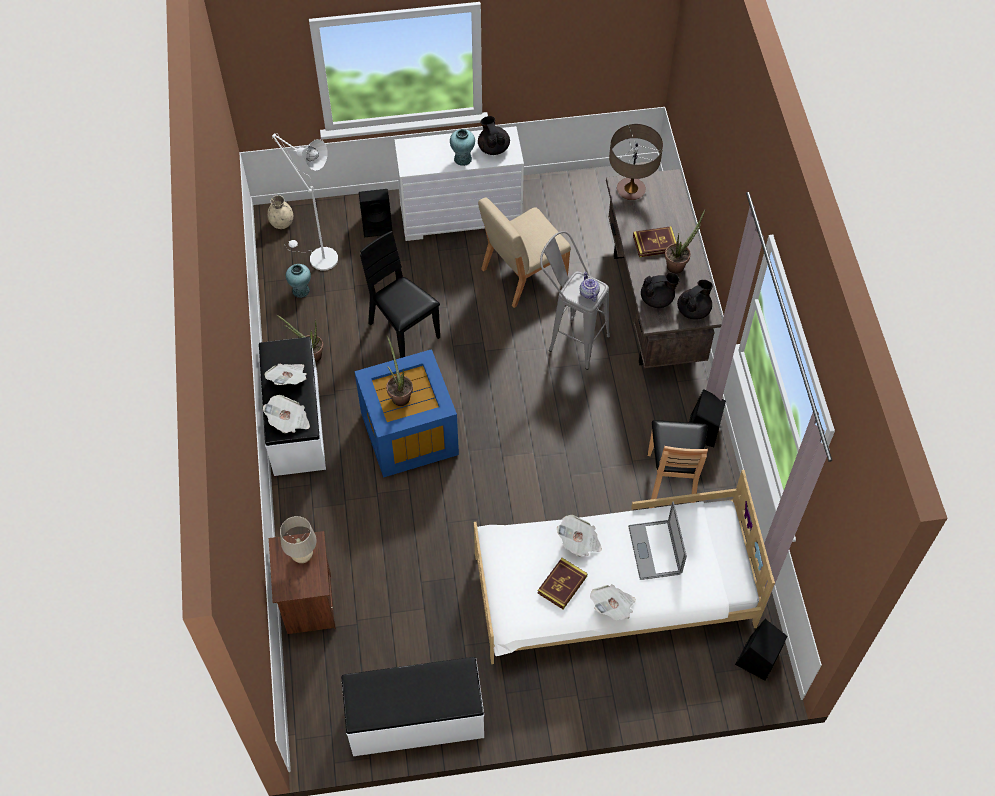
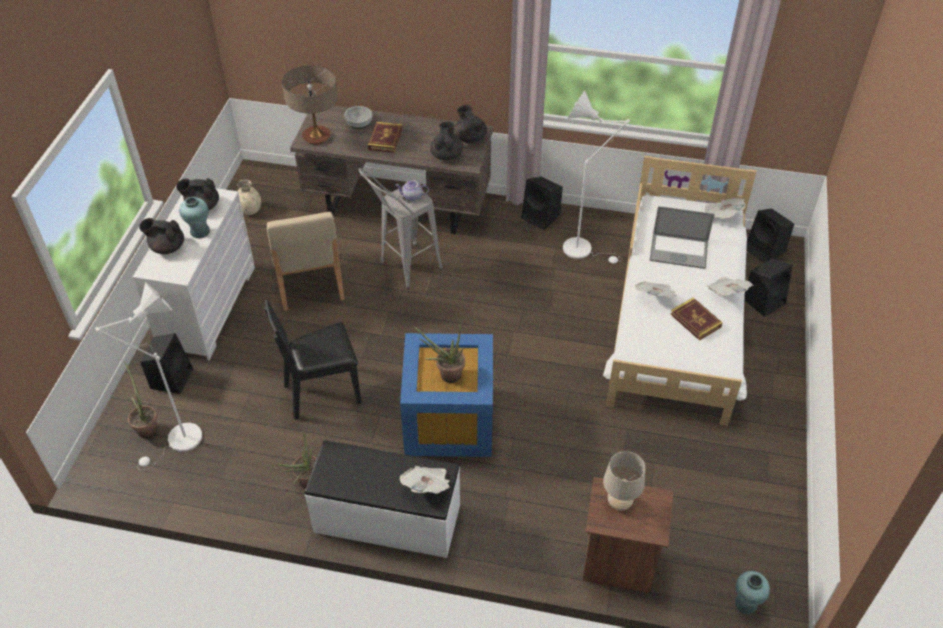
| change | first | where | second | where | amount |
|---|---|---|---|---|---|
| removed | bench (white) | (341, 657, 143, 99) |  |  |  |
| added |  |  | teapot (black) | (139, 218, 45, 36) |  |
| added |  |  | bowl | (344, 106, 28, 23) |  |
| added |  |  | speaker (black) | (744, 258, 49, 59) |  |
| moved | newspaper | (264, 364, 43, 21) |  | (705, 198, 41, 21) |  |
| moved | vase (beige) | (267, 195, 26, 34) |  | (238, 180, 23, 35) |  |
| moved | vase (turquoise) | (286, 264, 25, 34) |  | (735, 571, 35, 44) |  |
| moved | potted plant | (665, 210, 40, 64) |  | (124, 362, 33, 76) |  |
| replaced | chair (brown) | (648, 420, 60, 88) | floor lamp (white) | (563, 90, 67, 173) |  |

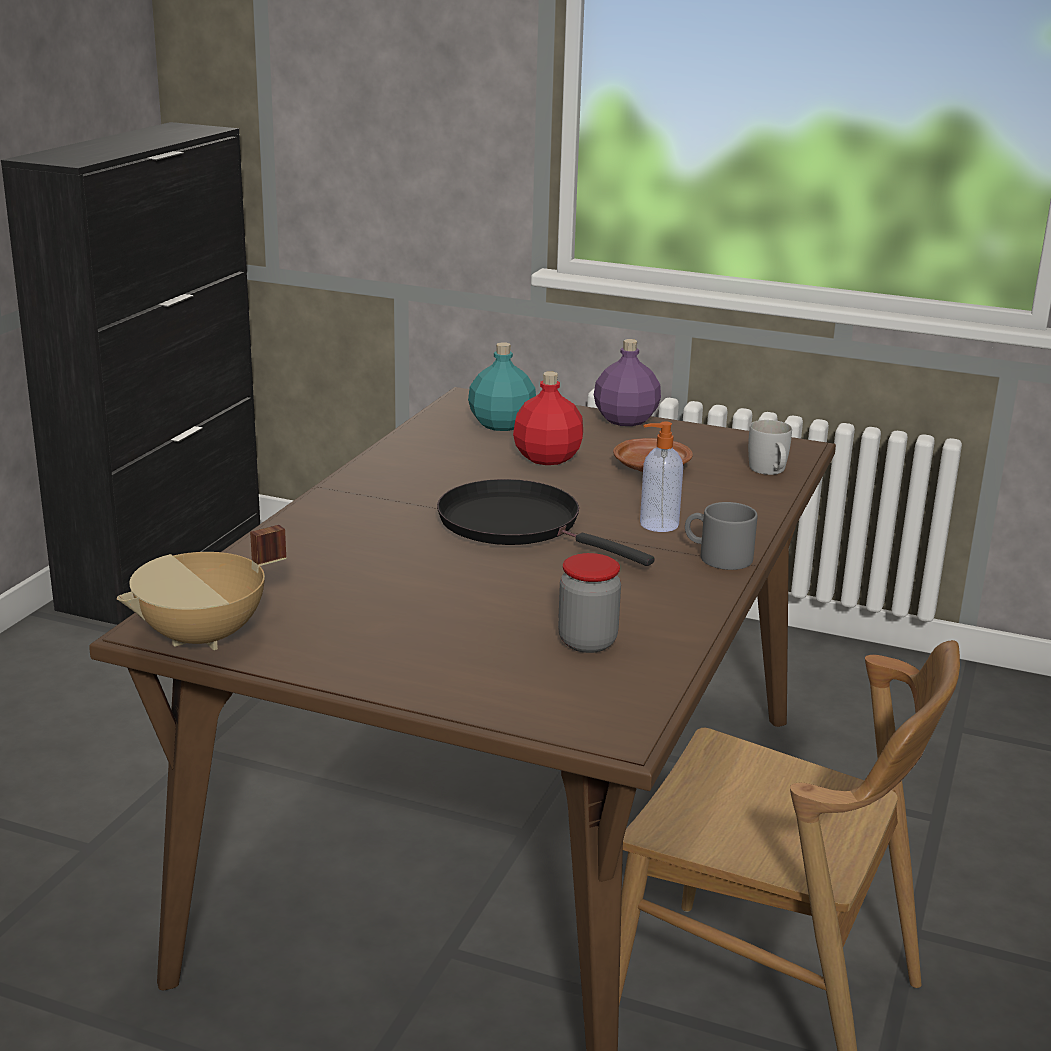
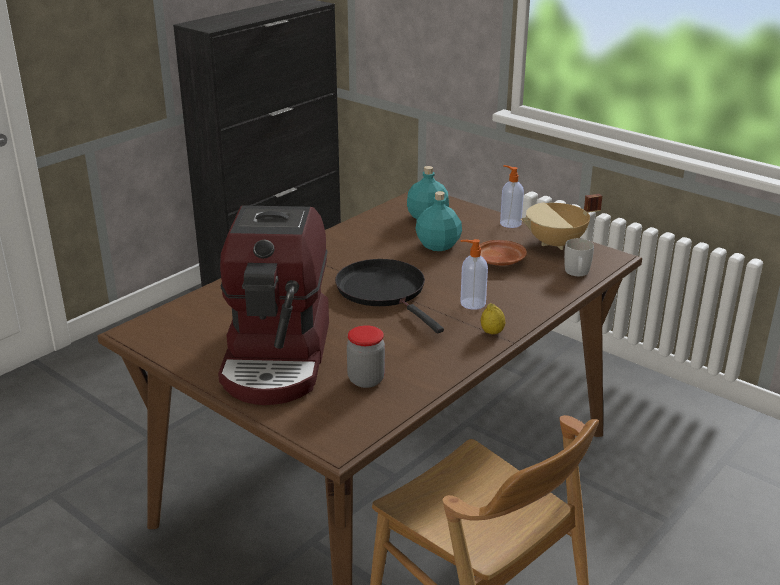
| change | first | where | second | where | amount |
|---|---|---|---|---|---|
| added |  |  | coffee machine | (218, 205, 111, 200) |  |
| moved | cooking pot (beige) | (117, 525, 169, 125) |  | (521, 194, 81, 56) |  |
| replaced | bottle (purple) | (594, 339, 67, 87) | soap dispenser | (500, 165, 24, 63) |  |
| replaced | mug (grey) | (685, 502, 72, 68) | lemon | (481, 303, 24, 32) |  |
| recoloured | bottle (red) | (513, 371, 70, 94) | bottle (turquoise) | (416, 191, 46, 60) |  |

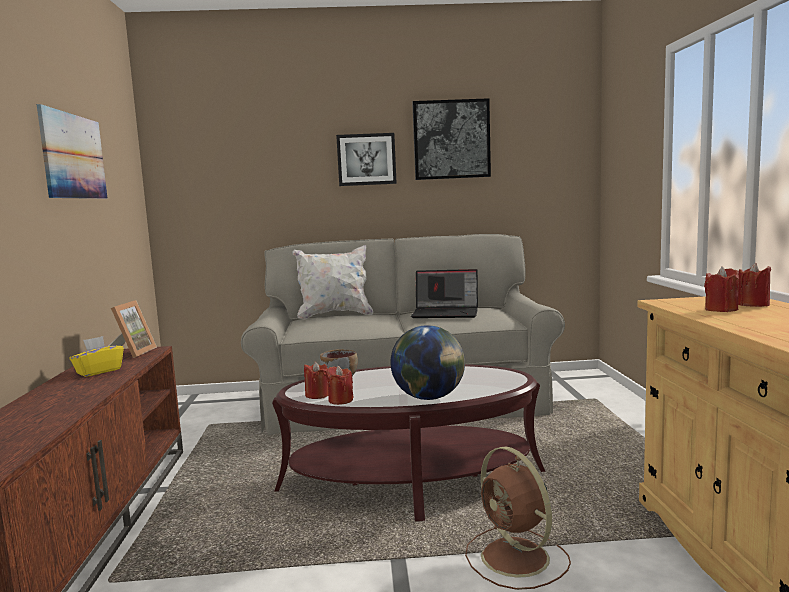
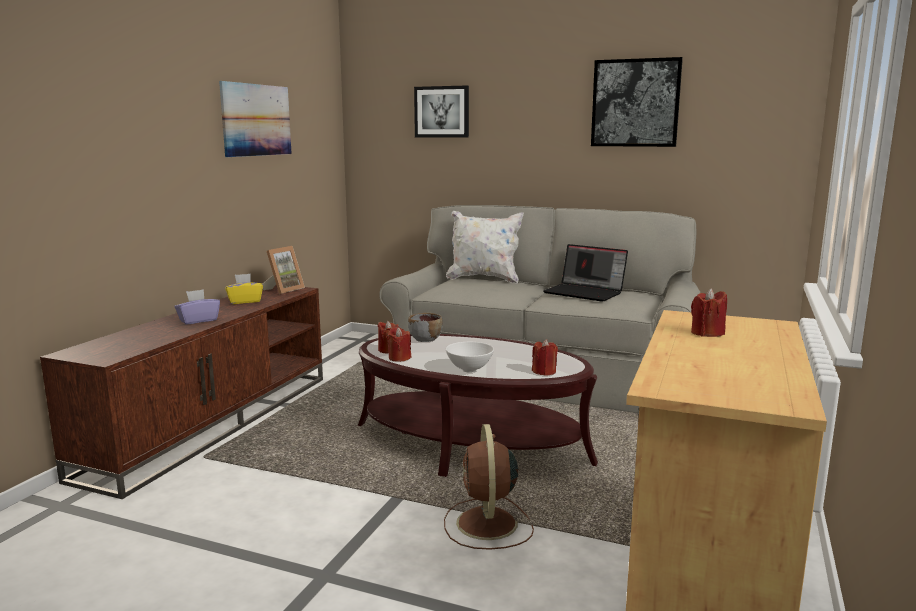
| change | first | where | second | where | amount |
|---|---|---|---|---|---|
| added |  |  | tissue box (purple) | (175, 289, 45, 36) |  |
| moved | picture | (336, 133, 61, 53) |  | (414, 86, 55, 52) |  |
| moved | candle (red) | (738, 263, 33, 44) |  | (532, 339, 26, 37) |  |
| replaced | globe | (390, 325, 75, 75) | bowl (white) | (446, 342, 48, 31) |  |

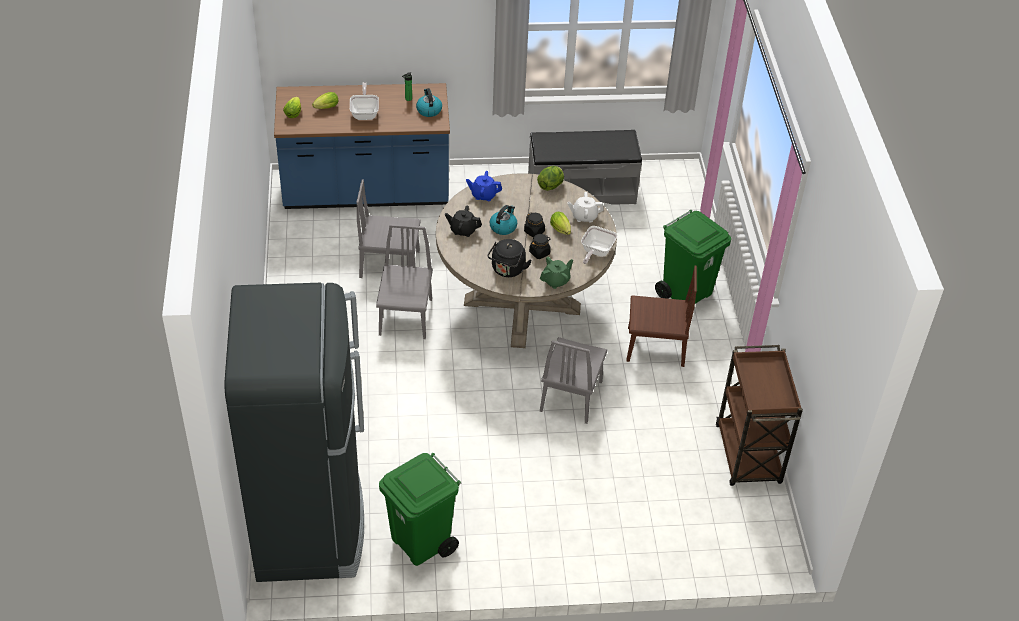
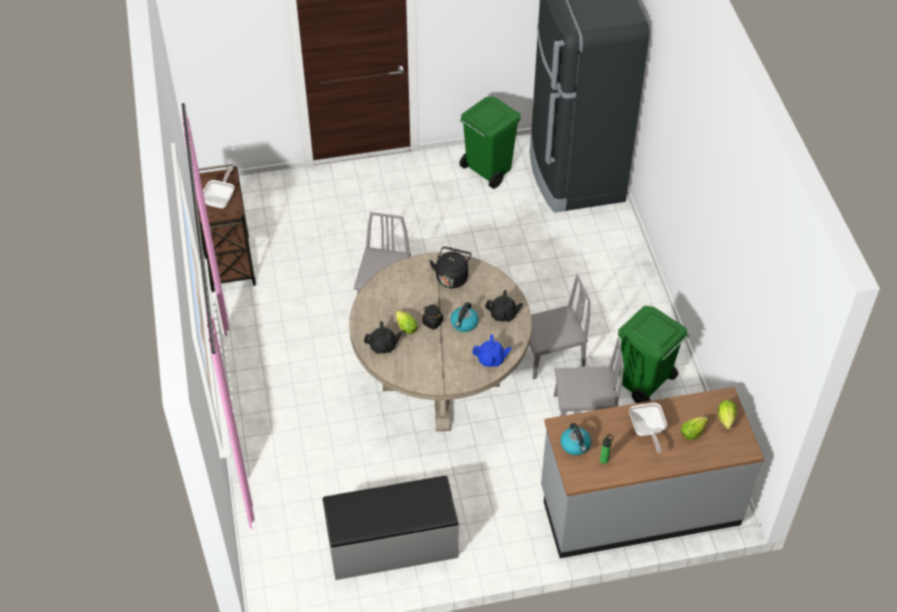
| change | first | where | second | where | amount |
|---|---|---|---|---|---|
| removed | jar (black) | (529, 234, 22, 25) |  |  |  |
| removed | lettuce | (537, 166, 27, 25) |  |  |  |
| removed | teapot (green) | (540, 257, 33, 32) |  |  |  |
| removed | chair (brown) | (626, 266, 71, 101) |  |  |  |
| moved | frying pan | (581, 226, 37, 38) |  | (203, 168, 32, 40) |  |
| moved | trash can (green) | (655, 210, 76, 94) |  | (618, 306, 71, 97) |  |
| recoloured | counter (blue) | (274, 83, 176, 126) | counter (grey) | (541, 387, 223, 171) |  |
| recoloured | teapot (white) | (567, 192, 37, 31) | teapot (black) | (364, 321, 38, 33) |  |
| turned | chair (grey) | (376, 224, 57, 115) |  | (529, 275, 62, 105) | 105 degrees counterclockwise |

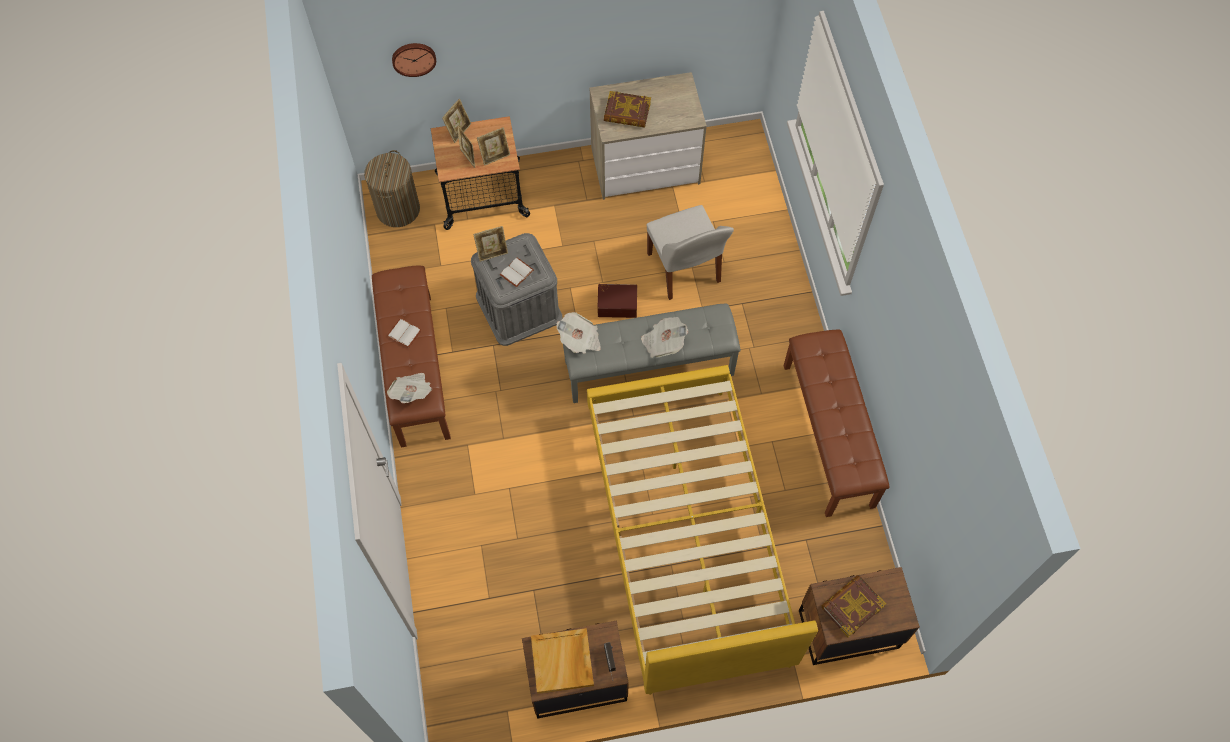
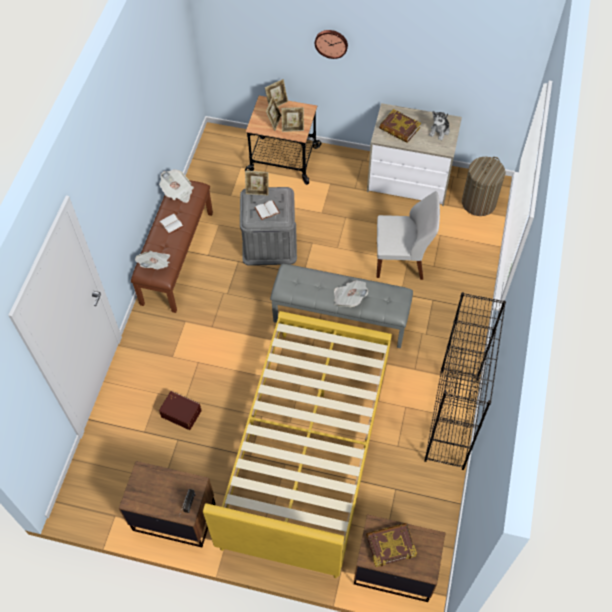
| change | first | where | second | where | amount |
|---|---|---|---|---|---|
| removed | tray (beige) | (531, 628, 63, 66) |  |  |  |
| added |  |  | plush toy | (429, 111, 21, 30) |  |
| moved | laundry basket | (364, 150, 56, 77) |  | (462, 157, 43, 59) |  |
| moved | wall clock | (392, 43, 44, 34) |  | (315, 30, 33, 29) |  |
| moved | newspaper | (556, 312, 45, 42) |  | (159, 170, 35, 33) |  |
| moved | storage box (brown) | (597, 284, 40, 34) |  | (159, 391, 43, 39) |  |
| replaced | bench (brown) | (784, 329, 105, 188) | bookcase (black) | (424, 292, 82, 178) |  |
| turned | chair (white) | (646, 205, 88, 95) |  | (376, 191, 64, 89) | 90 degrees counterclockwise |

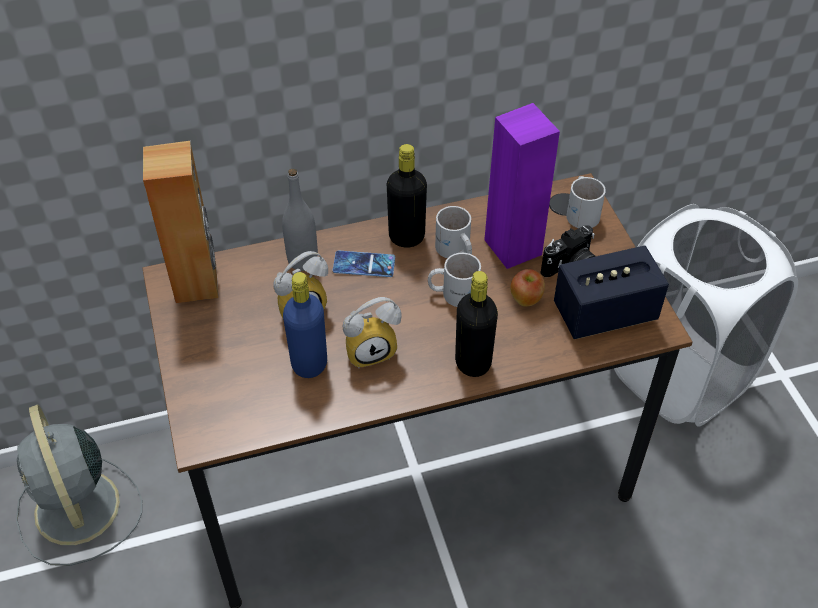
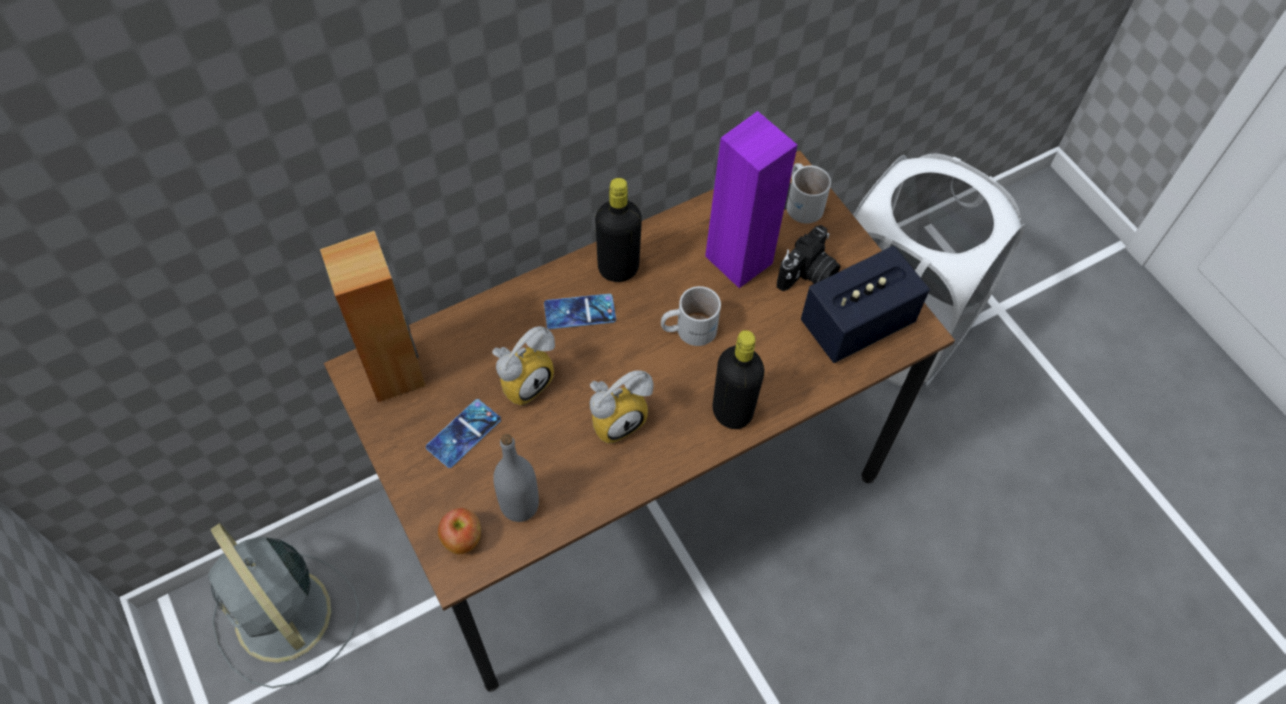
| change | first | where | second | where | amount |
|---|---|---|---|---|---|
| removed | bottle (blue) | (283, 272, 44, 106) |  |  |  |
| removed | mug (white) | (435, 206, 37, 52) |  |  |  |
| added |  |  | phone | (426, 399, 75, 69) |  |
| moved | bottle (grey) | (282, 169, 36, 102) |  | (493, 434, 46, 88) |  |
| moved | apple | (510, 269, 35, 38) |  | (438, 508, 43, 46) |  |

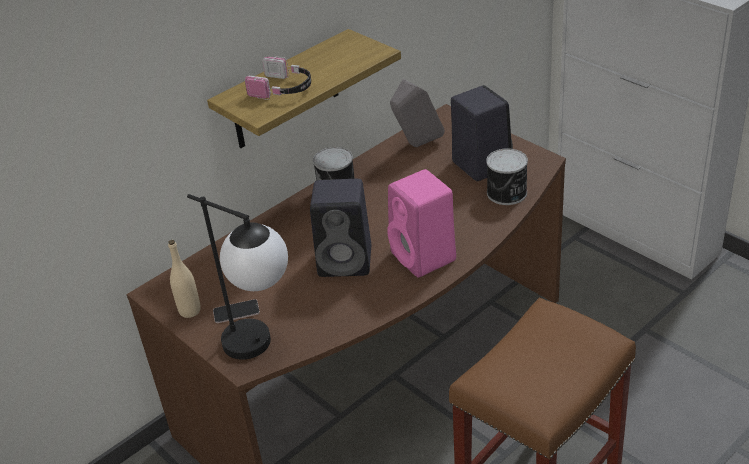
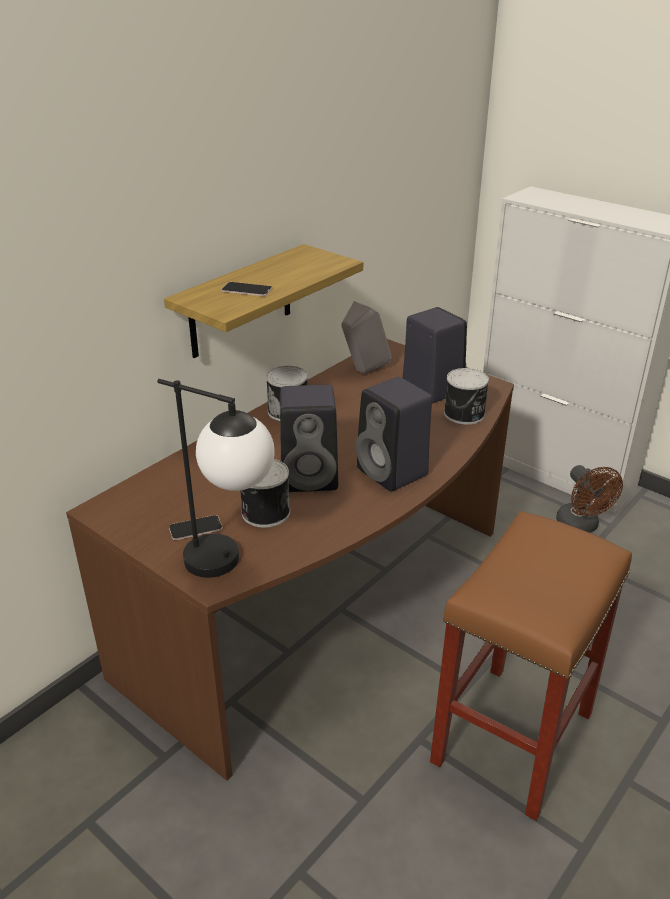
| change | first | where | second | where | amount |
|---|---|---|---|---|---|
| removed | bottle (beige) | (168, 240, 33, 78) |  |  |  |
| added |  |  | can | (240, 459, 50, 68) |  |
| added |  |  | fan (brown) | (556, 465, 67, 68) |  |
| replaced | headphones | (245, 56, 66, 44) | phone | (222, 282, 50, 14) |  |
| recoloured | speaker (pink) | (387, 169, 69, 108) | speaker (black) | (356, 377, 76, 115) |  |

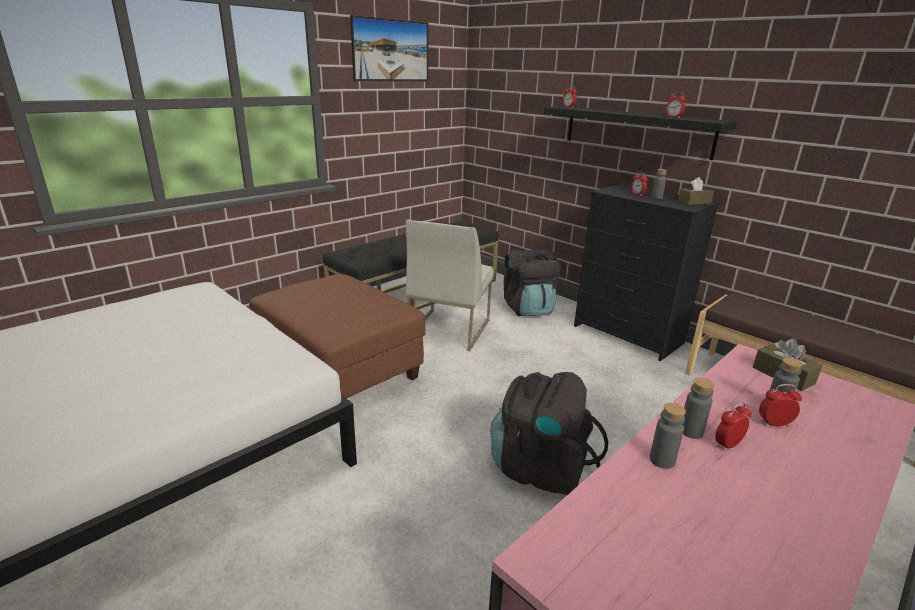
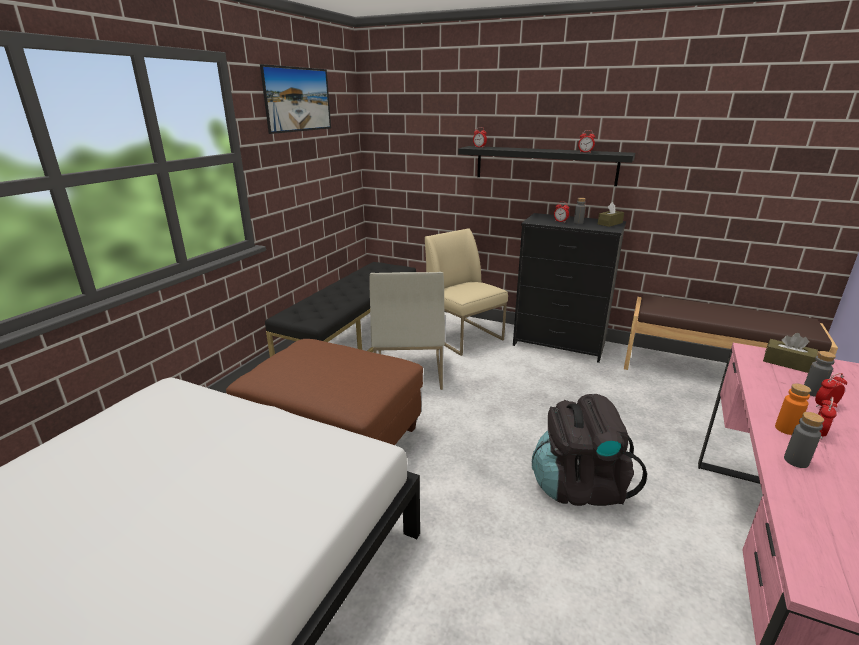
| change | first | where | second | where | amount |
|---|---|---|---|---|---|
| replaced | backpack (black) | (504, 250, 57, 66) | chair (beige) | (425, 228, 83, 128) |  |
| recoloured | bottle (grey) | (683, 378, 31, 61) | bottle (orange) | (775, 383, 36, 52) |  |

